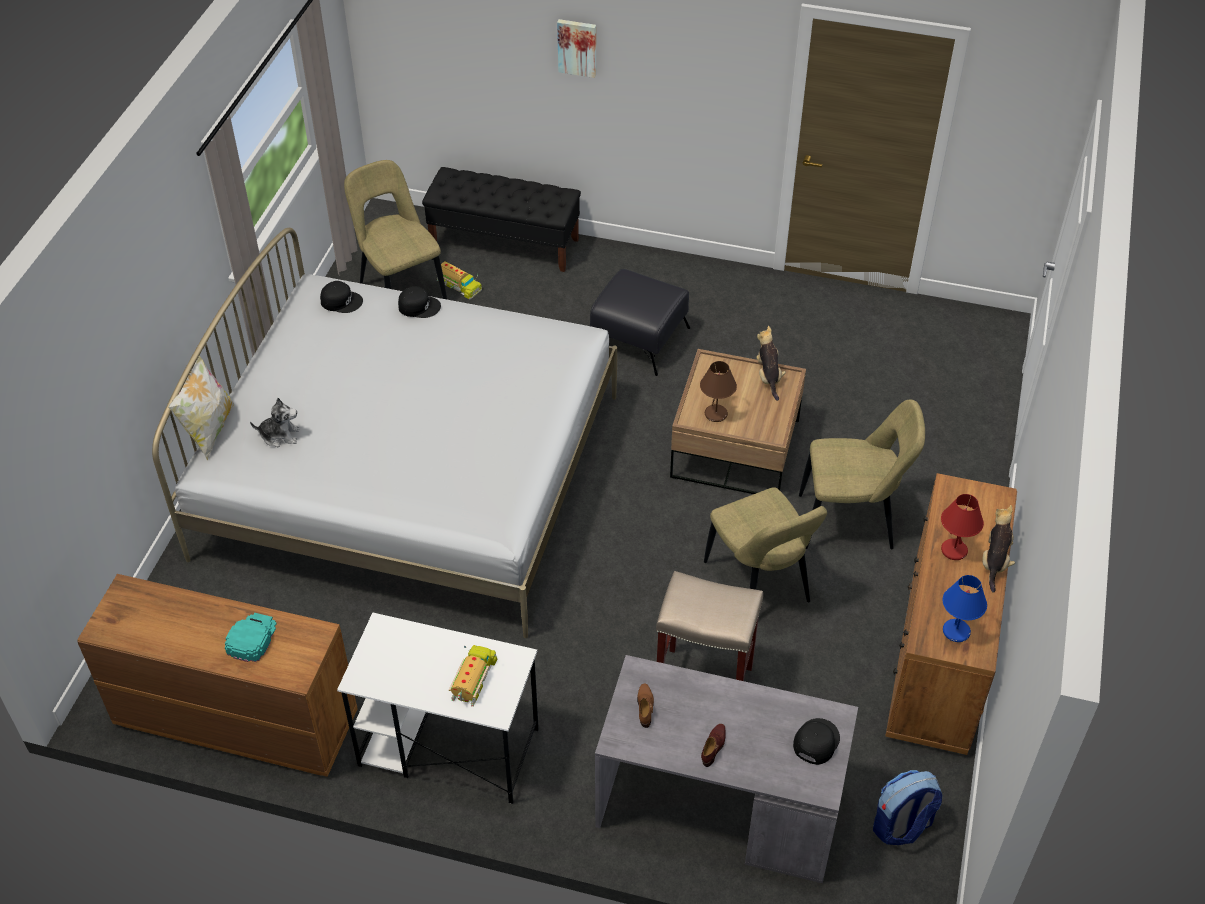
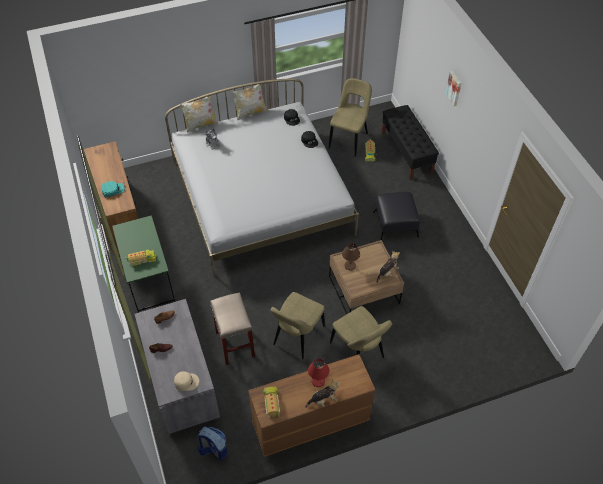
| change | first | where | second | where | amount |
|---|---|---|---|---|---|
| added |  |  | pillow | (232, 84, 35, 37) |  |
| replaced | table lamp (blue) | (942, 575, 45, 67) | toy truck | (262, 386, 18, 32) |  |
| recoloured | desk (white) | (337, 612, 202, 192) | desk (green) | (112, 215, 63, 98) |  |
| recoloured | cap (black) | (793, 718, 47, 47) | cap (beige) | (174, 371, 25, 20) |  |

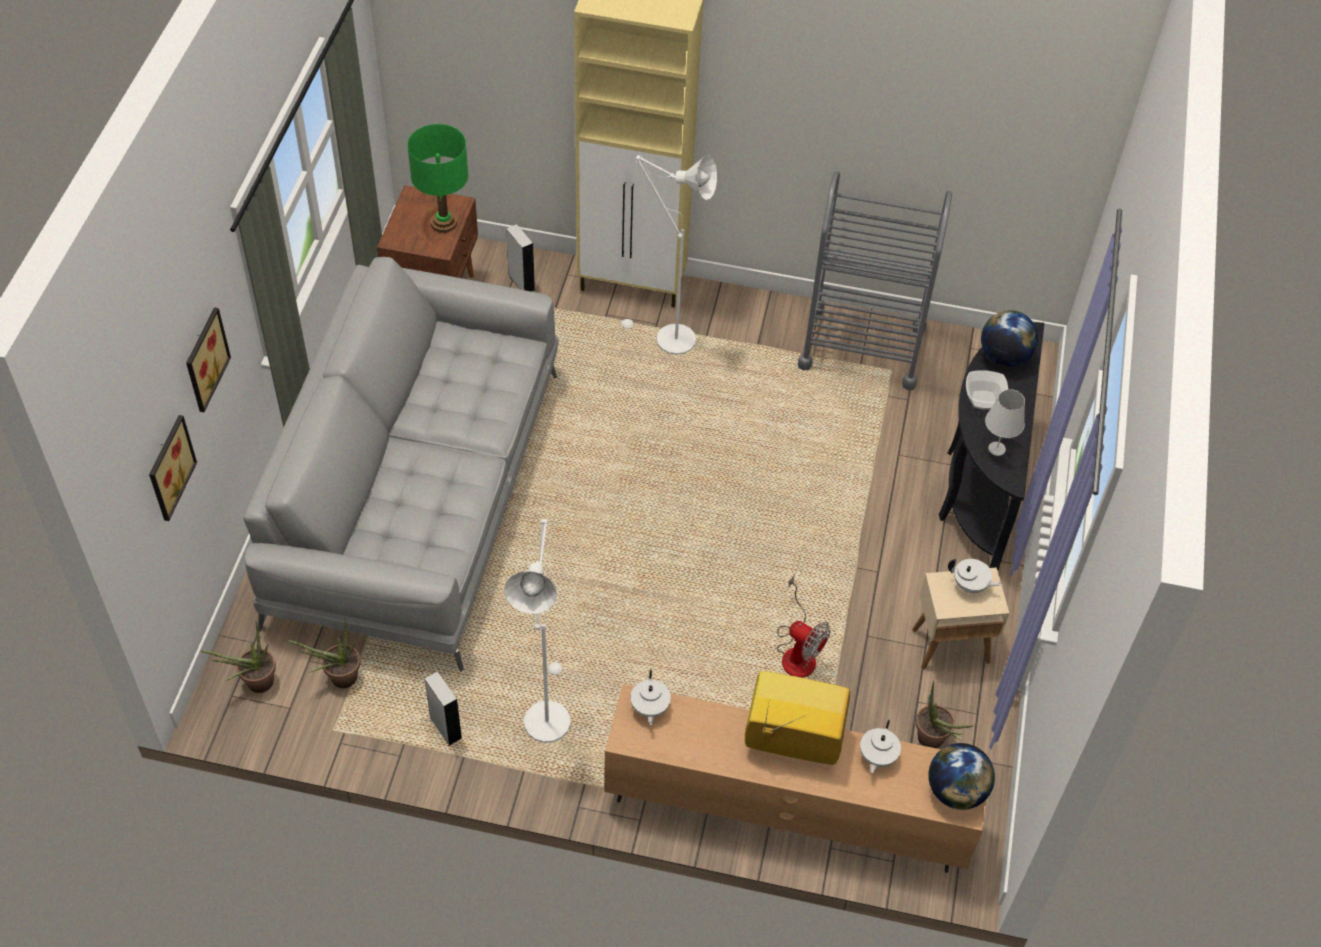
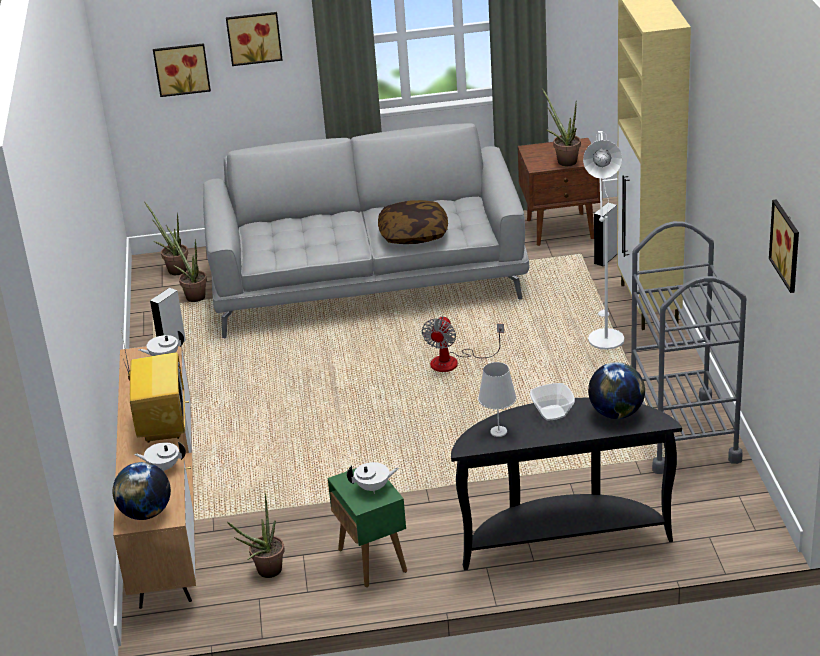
| change | first | where | second | where | amount |
|---|---|---|---|---|---|
| removed | floor lamp (white) | (504, 519, 66, 224) |  |  |  |
| added |  |  | pillow | (378, 200, 70, 44) |  |
| added |  |  | picture | (769, 199, 30, 94) |  |
| moved | fan | (777, 576, 54, 101) |  | (422, 316, 82, 56) |  |
| replaced | table lamp (green) | (407, 124, 61, 109) | potted plant | (542, 88, 39, 78) |  |
| recoloured | side table (beige) | (912, 567, 97, 102) | side table (green) | (328, 468, 79, 119) |  |
| turned | teapot (white) | (948, 559, 54, 34) |  | (347, 462, 52, 32) | 105 degrees counterclockwise |

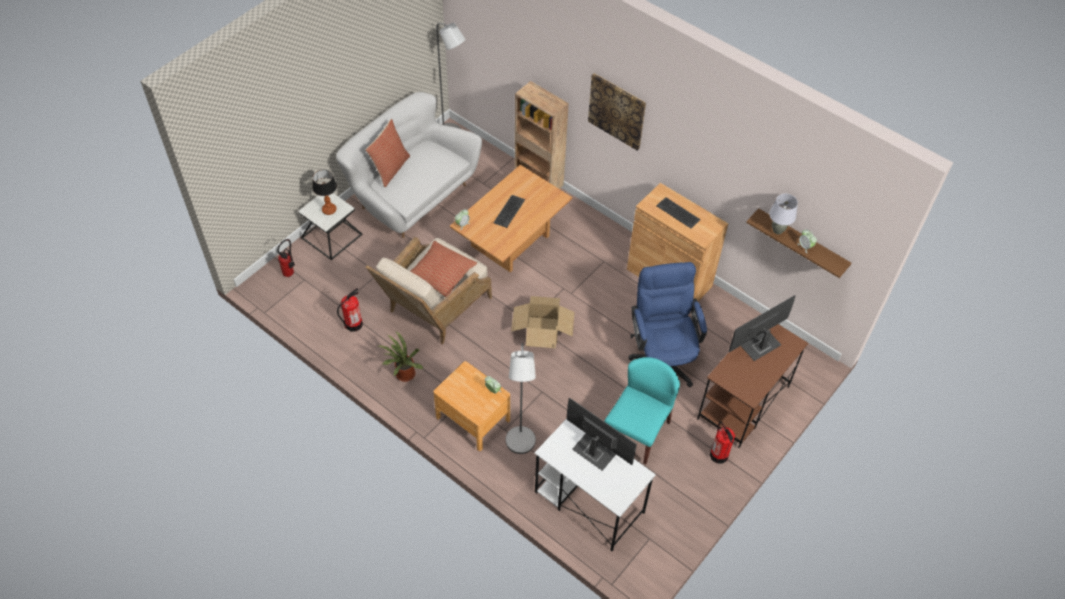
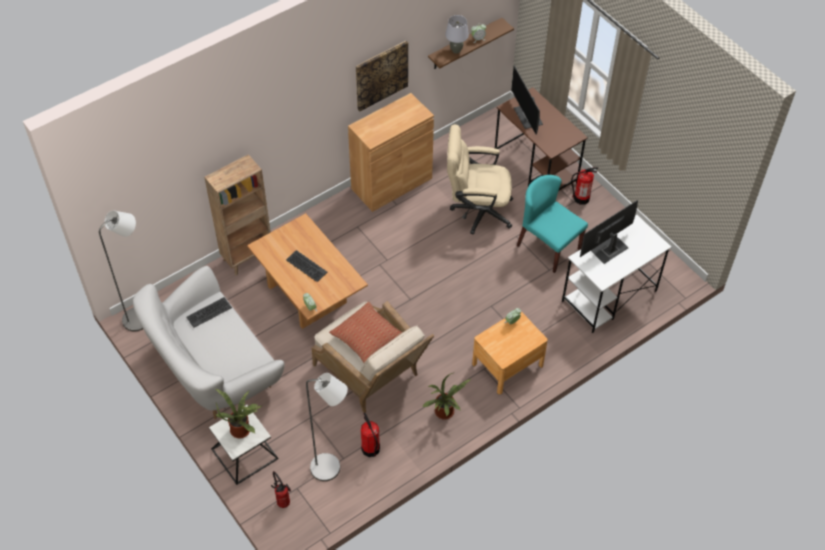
| change | first | where | second | where | amount |
|---|---|---|---|---|---|
| removed | pillow | (365, 119, 45, 68) |  |  |  |
| removed | cardboard box | (511, 296, 64, 52) |  |  |  |
| moved | floor lamp (grey) | (506, 343, 30, 111) |  | (306, 373, 42, 108) |  |
| moved | picture | (588, 73, 58, 78) |  | (356, 41, 52, 71) |  |
| moved | keyboard | (656, 197, 44, 31) |  | (186, 297, 46, 31) |  |
| replaced | table lamp | (312, 170, 25, 45) | potted plant | (215, 389, 47, 50) |  |
| recoloured | office chair (blue) | (628, 262, 79, 125) | office chair (beige) | (447, 124, 66, 111) |  |

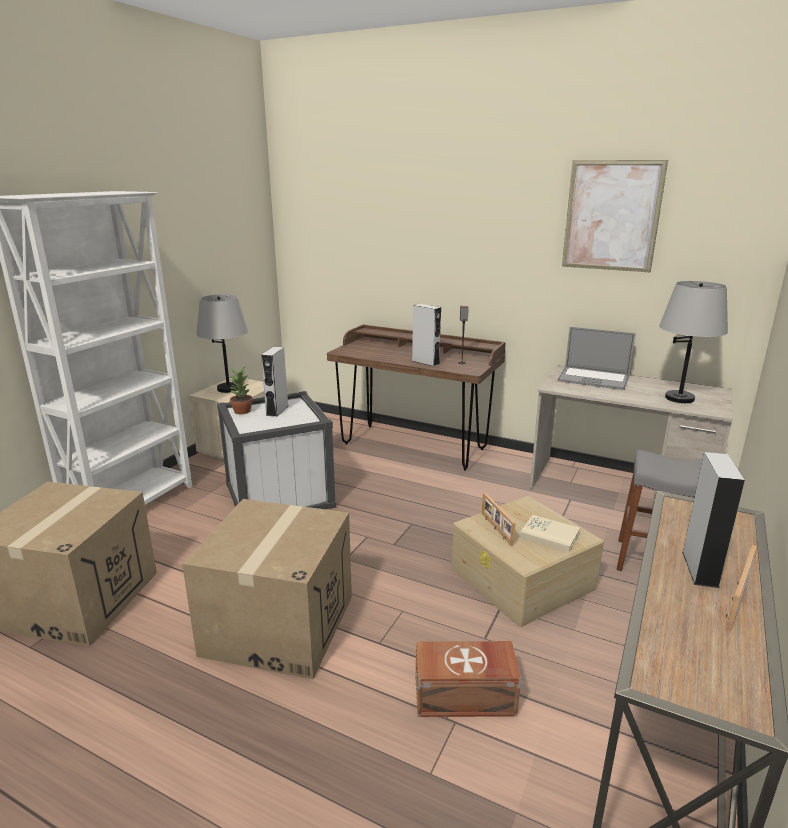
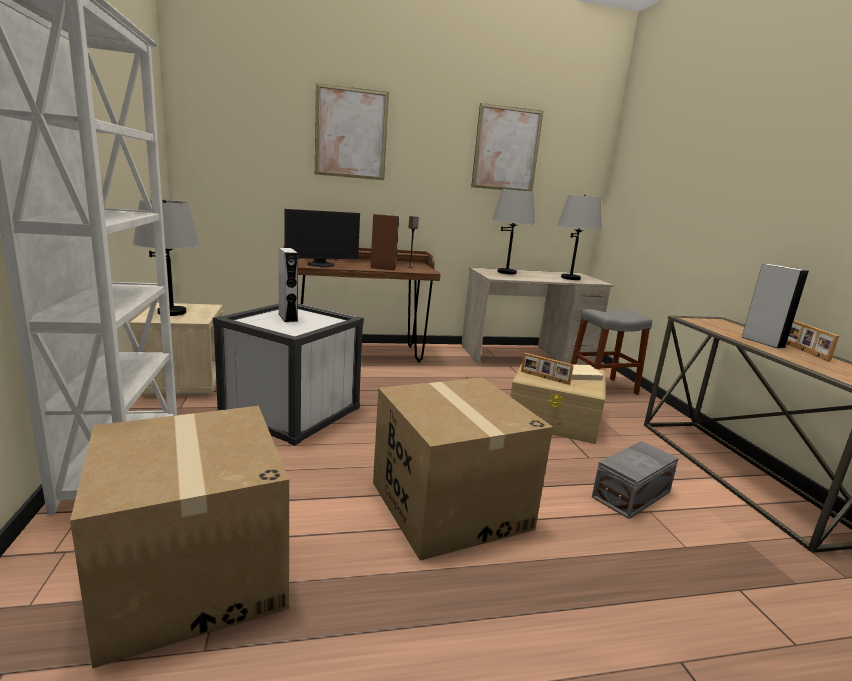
| change | first | where | second | where | amount |
|---|---|---|---|---|---|
| removed | potted plant | (229, 367, 24, 47) |  |  |  |
| added |  |  | monitor | (284, 209, 76, 58) |  |
| added |  |  | picture | (315, 83, 74, 97) |  |
| replaced | laptop | (557, 327, 78, 63) | table lamp (grey) | (492, 189, 43, 85) |  |
| recoloured | speaker (grey) | (412, 304, 29, 63) | speaker (brown) | (370, 214, 29, 56) |  |
| recoloured | storage box (brown) | (416, 641, 105, 76) | storage box (grey) | (592, 441, 87, 78) |  |

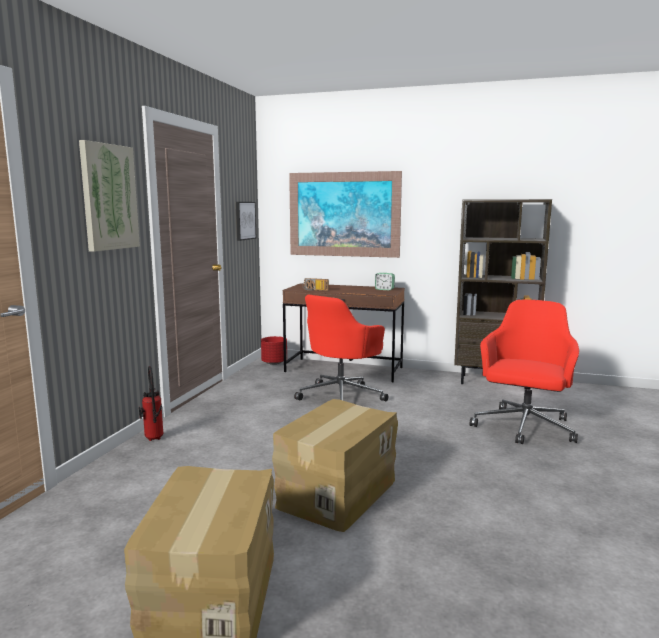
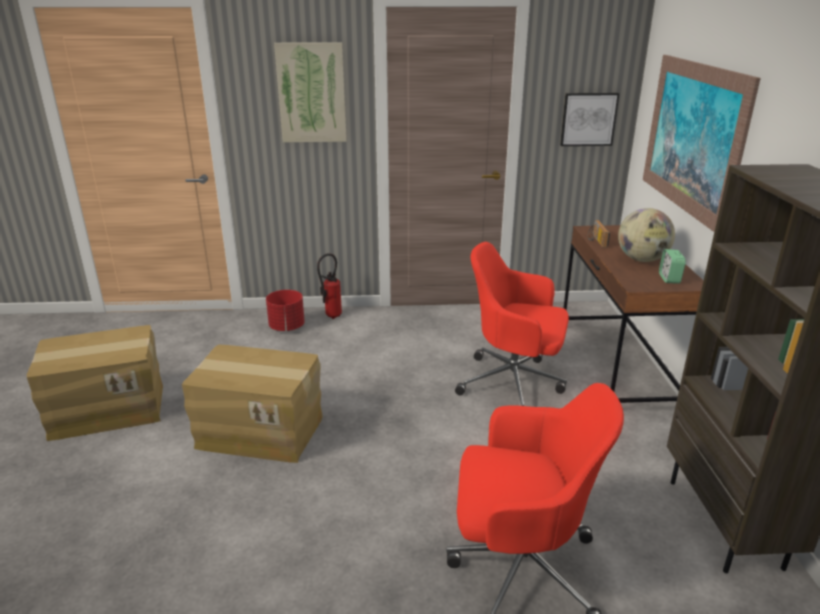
| change | first | where | second | where | amount |
|---|---|---|---|---|---|
| added |  |  | globe | (618, 208, 57, 54) |  |
| moved | planter (red) | (261, 336, 26, 29) |  | (266, 290, 39, 41) |  |

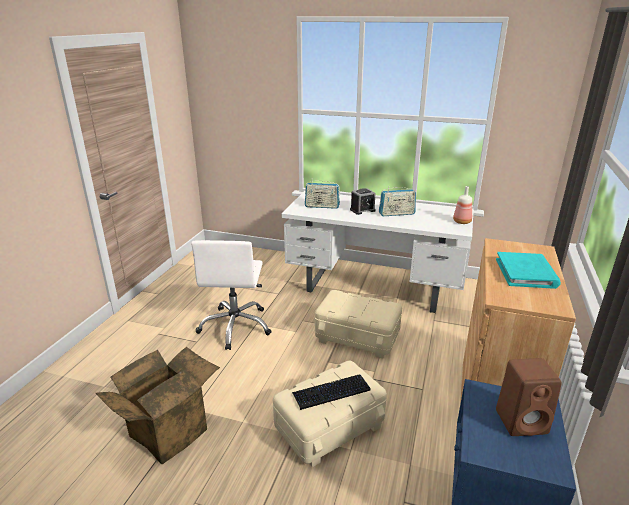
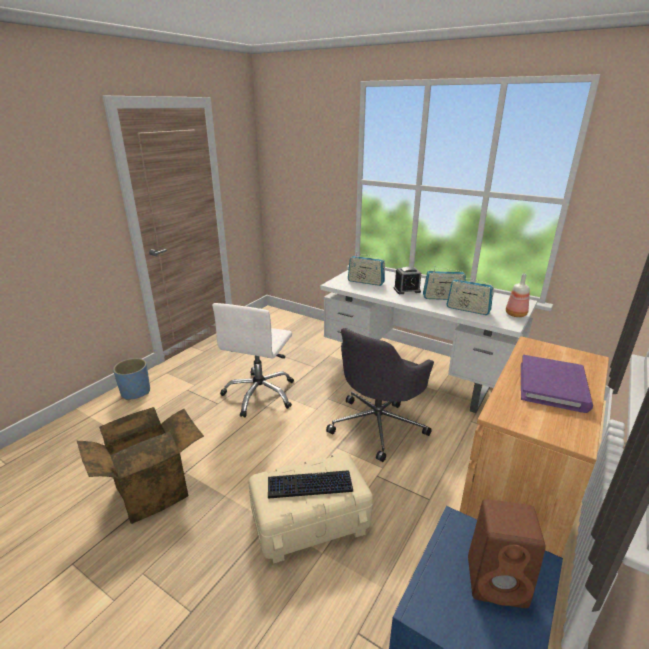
| change | first | where | second | where | amount |
|---|---|---|---|---|---|
| added |  |  | planter (blue) | (113, 358, 37, 42) |  |
| added |  |  | radio | (447, 274, 47, 41) |  |
| replaced | storage box (beige) | (315, 290, 87, 68) | office chair (grey) | (326, 328, 108, 134) |  |
| recoloured | book (turquoise) | (496, 252, 65, 37) | book (purple) | (521, 355, 72, 58) |  |

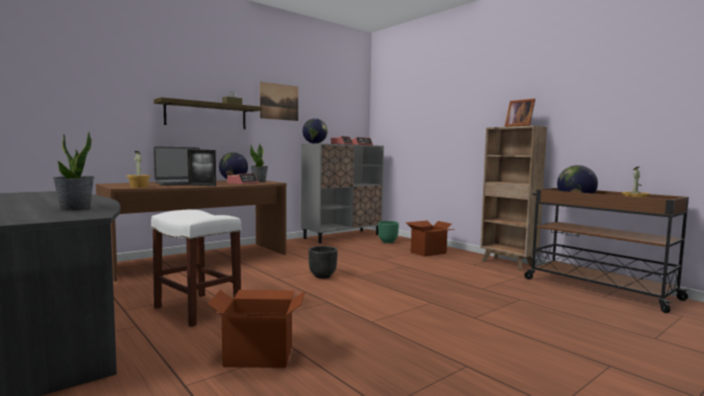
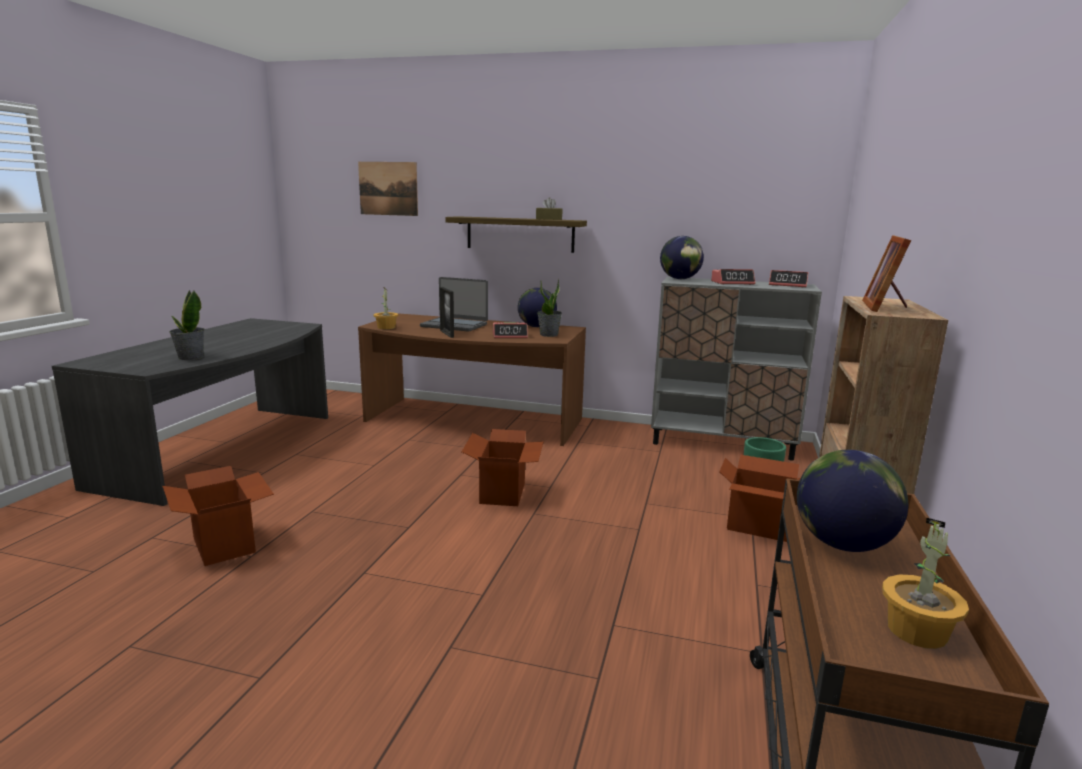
| change | first | where | second | where | amount |
|---|---|---|---|---|---|
| removed | stool (white) | (151, 210, 90, 117) |  |  |  |
| moved | picture | (260, 82, 38, 39) |  | (358, 162, 60, 54) |  |
| replaced | planter (black) | (308, 246, 30, 33) | cardboard box | (462, 429, 81, 77) |  |

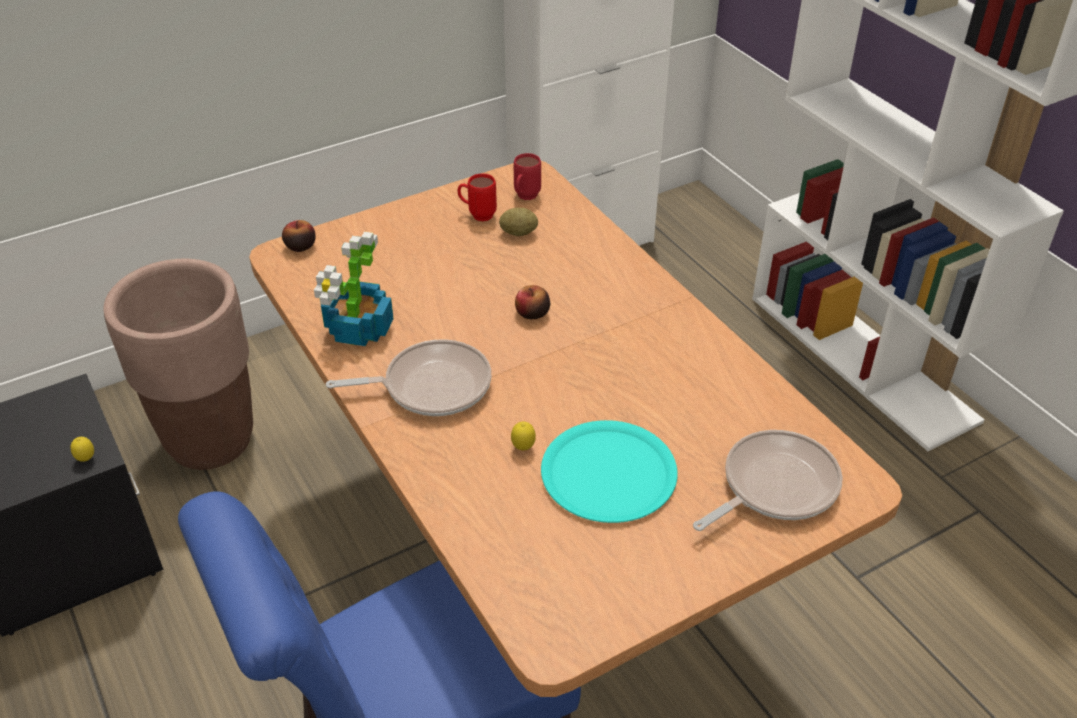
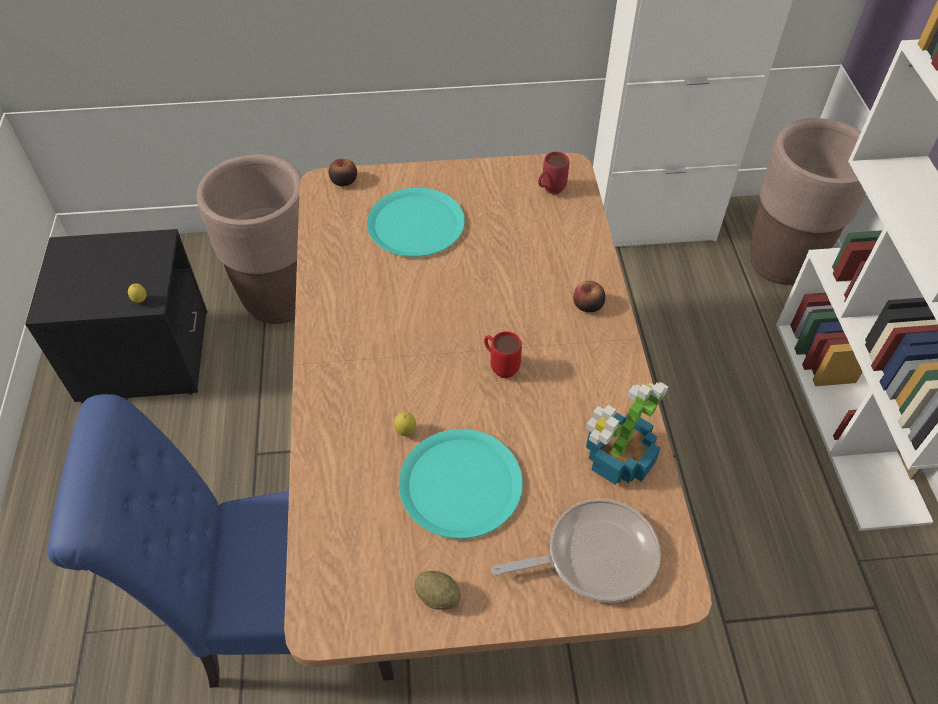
| change | first | where | second | where | amount |
|---|---|---|---|---|---|
| removed | frying pan | (326, 339, 165, 77) |  |  |  |
| added |  |  | plate (turquoise) | (367, 188, 98, 69) |  |
| added |  |  | planter (brown) | (750, 118, 116, 167) |  |
| moved | potted plant | (314, 232, 80, 114) |  | (586, 382, 83, 103) |  |
| moved | mug (red) | (457, 173, 40, 48) |  | (484, 331, 38, 47) |  |
| moved | potato | (499, 208, 39, 28) |  | (414, 571, 47, 39) |  |
| moved | apple | (515, 285, 35, 34) |  | (573, 281, 32, 31) |  |

